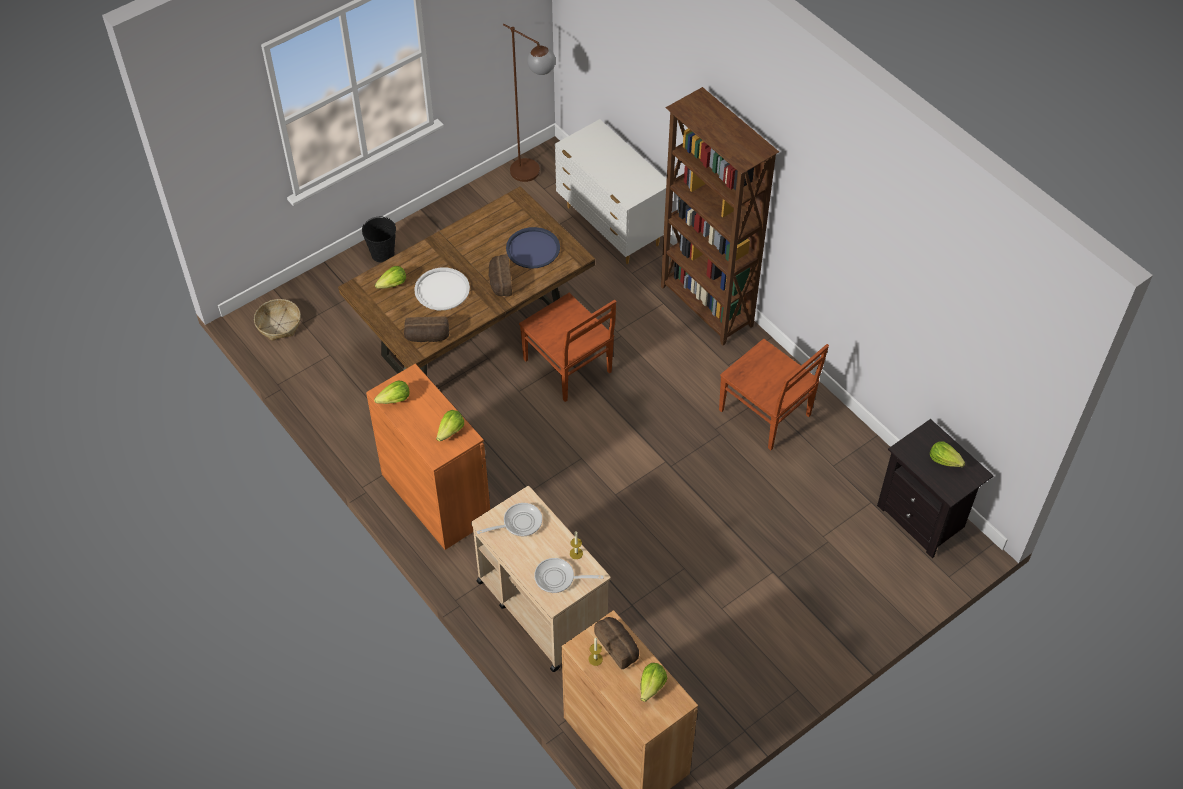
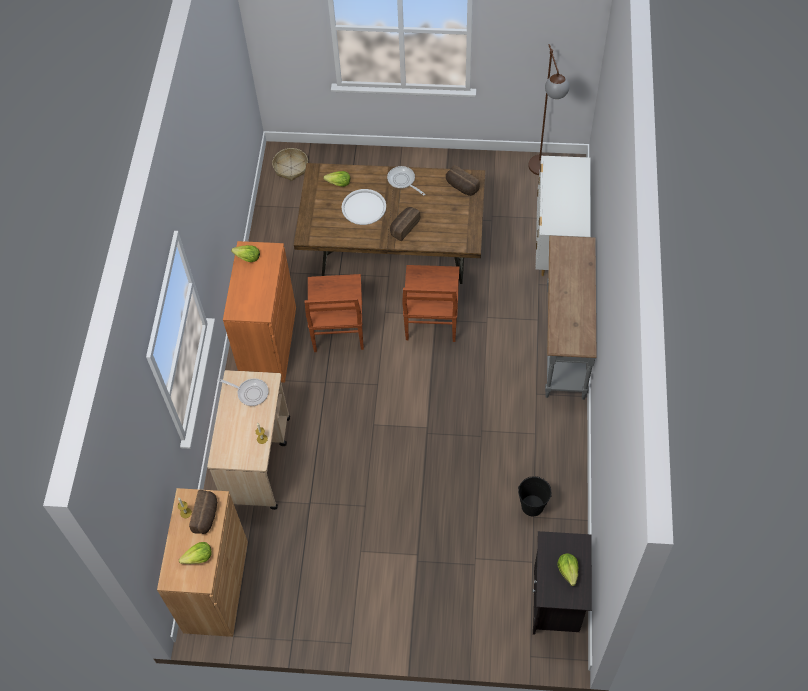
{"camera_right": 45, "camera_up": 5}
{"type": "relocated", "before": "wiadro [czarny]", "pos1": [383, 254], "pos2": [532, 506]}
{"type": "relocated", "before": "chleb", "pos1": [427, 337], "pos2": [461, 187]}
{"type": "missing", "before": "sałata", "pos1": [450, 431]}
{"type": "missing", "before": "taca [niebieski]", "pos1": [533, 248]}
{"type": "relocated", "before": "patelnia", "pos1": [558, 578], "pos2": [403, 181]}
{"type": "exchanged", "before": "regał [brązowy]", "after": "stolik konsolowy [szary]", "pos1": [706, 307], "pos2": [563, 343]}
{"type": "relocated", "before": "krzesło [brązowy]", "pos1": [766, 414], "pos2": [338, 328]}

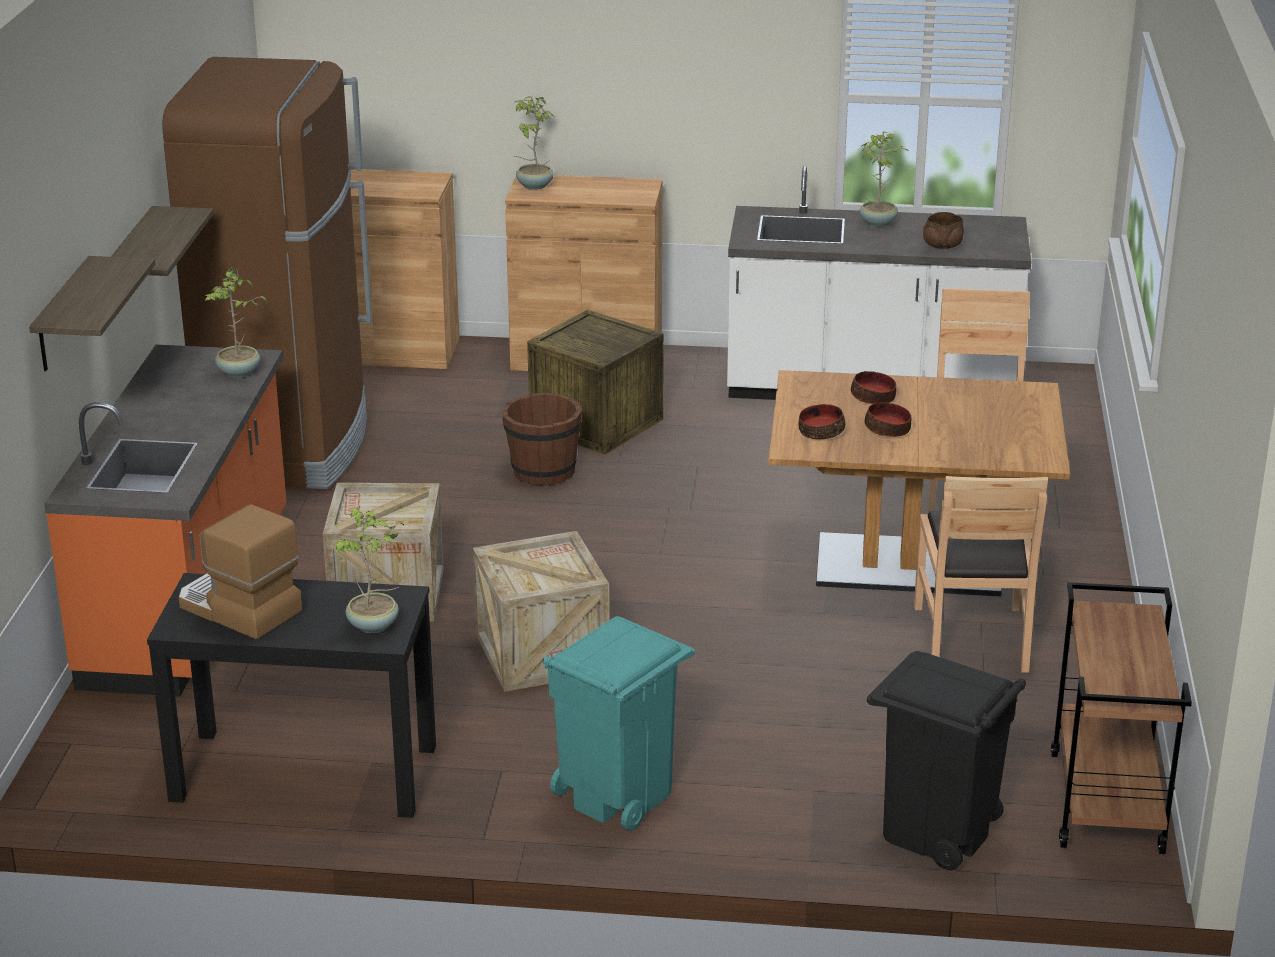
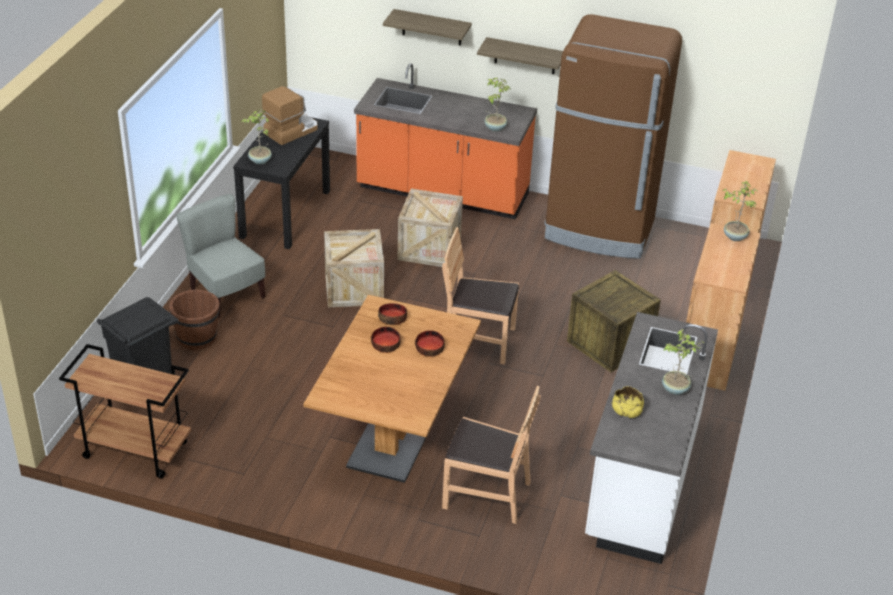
{"camera_right": 100, "camera_up": 10}
{"type": "relocated", "before": "wiadro [brązowy]", "pos1": [543, 472], "pos2": [197, 338]}
{"type": "exchanged", "before": "kosz na śmieci [turkusowy]", "after": "krzesło [szary]", "pos1": [617, 794], "pos2": [226, 294]}
{"type": "relocated", "before": "krzesło [brązowy]", "pos1": [972, 637], "pos2": [478, 340]}
{"type": "colour", "before": "miska [brązowy]", "after": "miska [żółty]", "pos1": [942, 245], "pos2": [627, 411]}

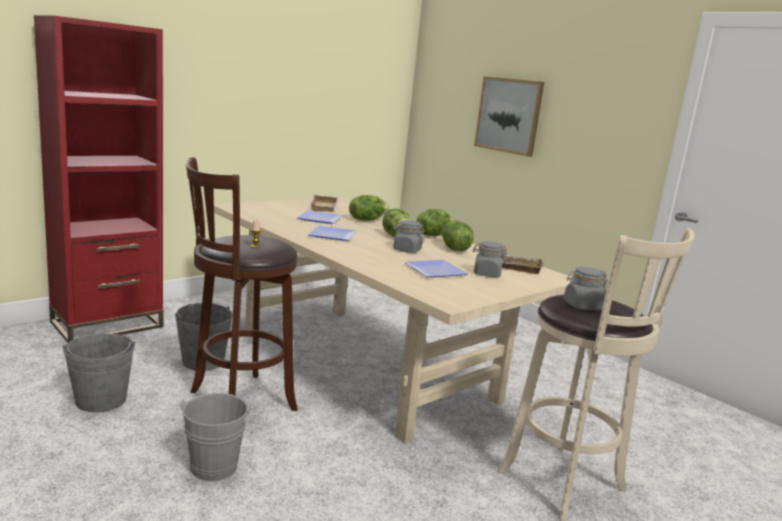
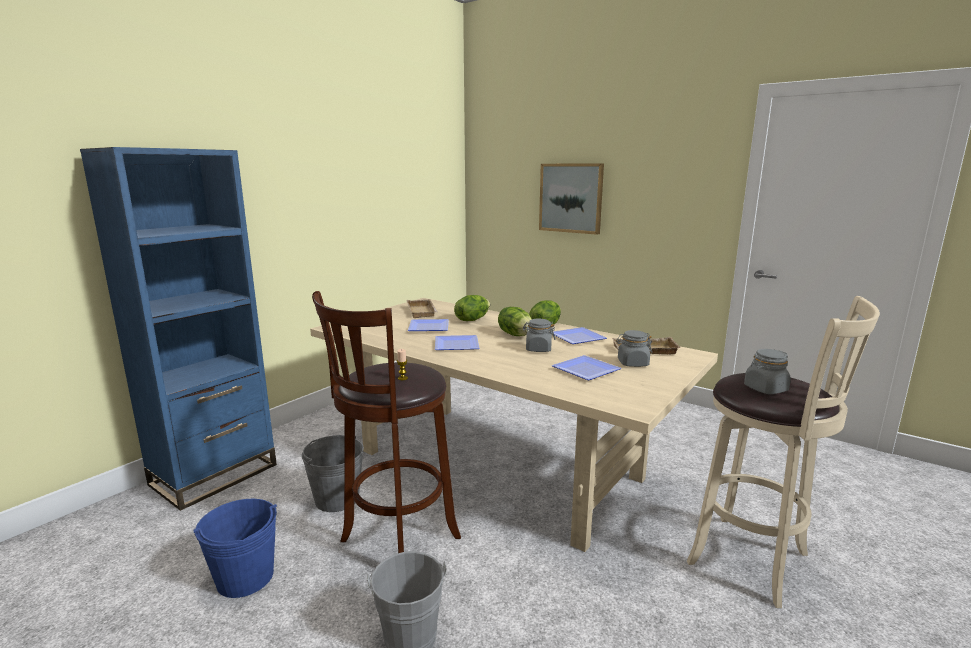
{"camera_right": -10, "camera_up": 0}
{"type": "colour", "before": "regał [czerwony]", "after": "regał [niebieski]", "pos1": [107, 324], "pos2": [214, 475]}
{"type": "colour", "before": "wiadro [szary]", "after": "wiadro [niebieski]", "pos1": [101, 400], "pos2": [245, 577]}
{"type": "exchanged", "before": "sałata", "after": "talerz", "pos1": [454, 248], "pos2": [577, 338]}

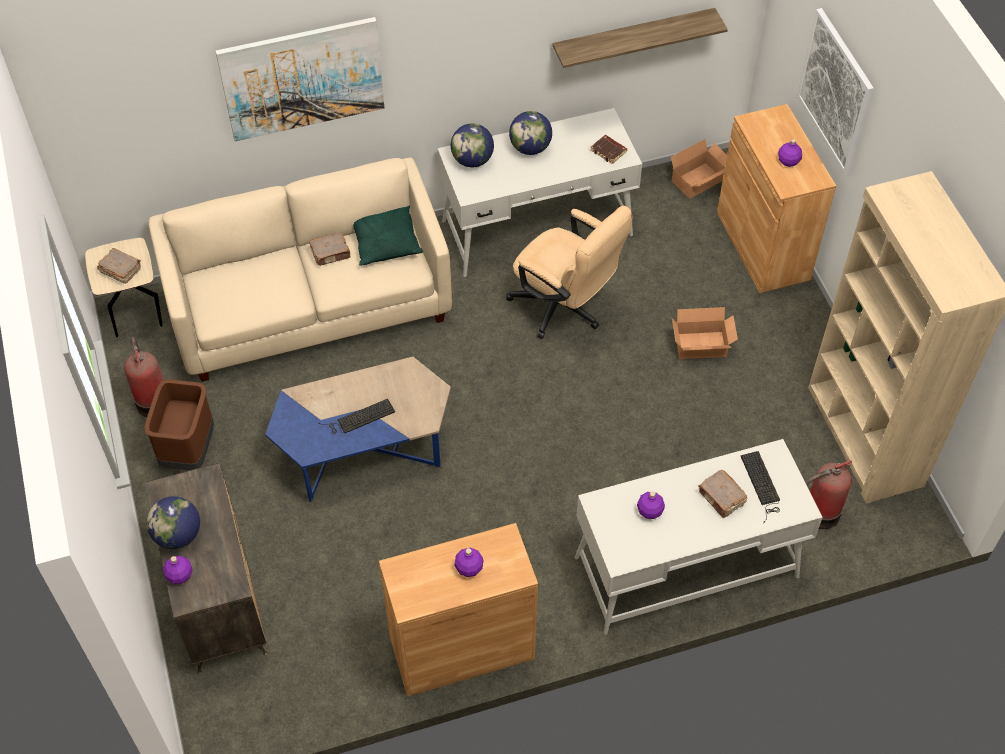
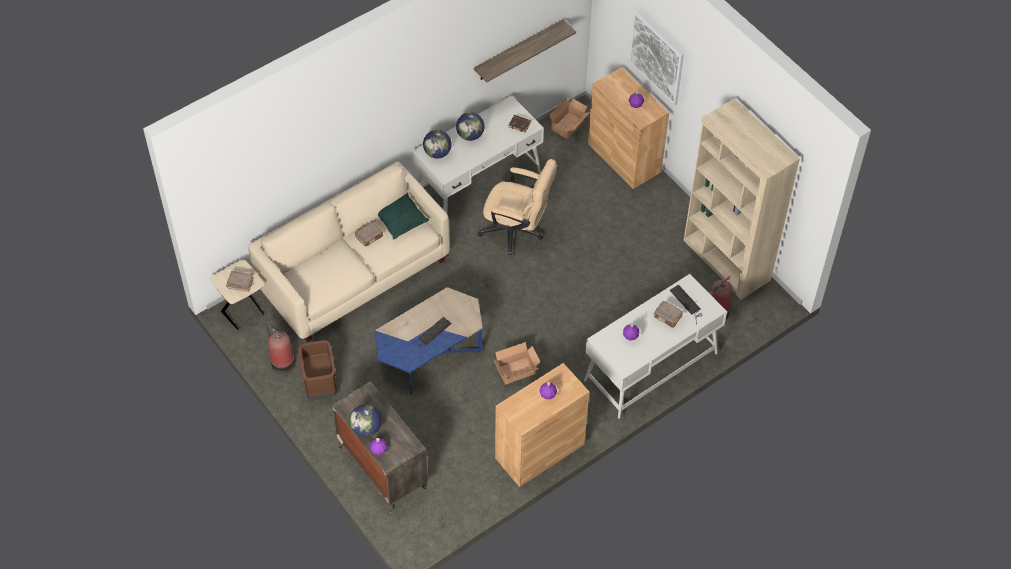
{"camera_right": -20, "camera_up": 0}
{"type": "missing", "before": "obraz", "pos1": [302, 78]}
{"type": "relocated", "before": "karton", "pos1": [702, 347], "pos2": [517, 371]}

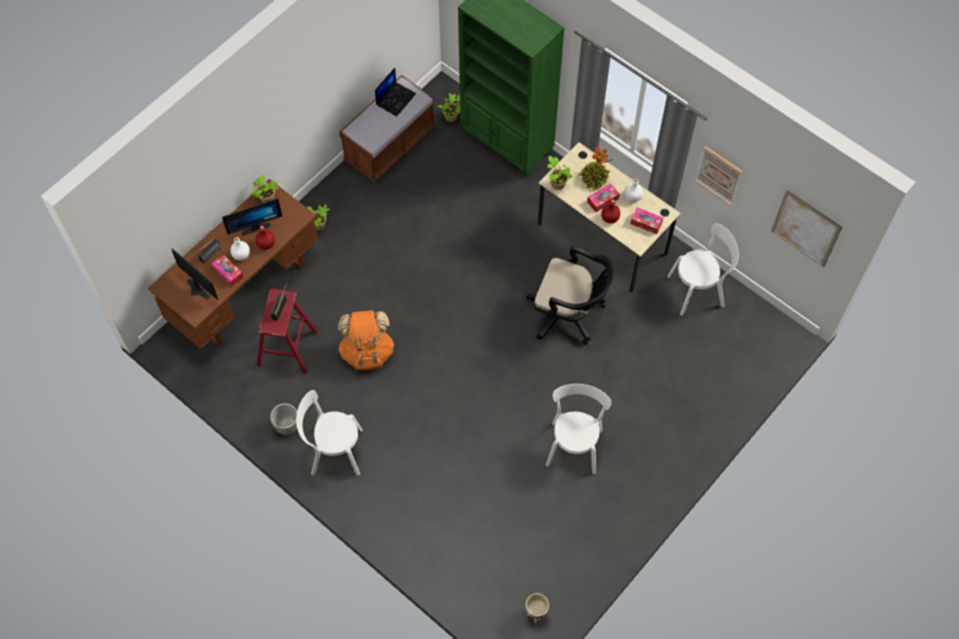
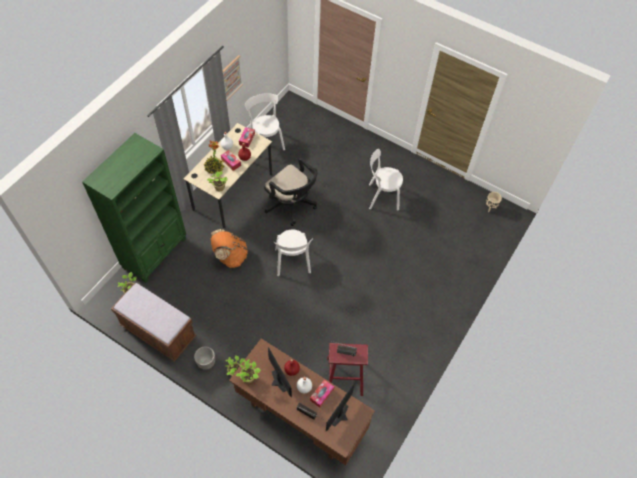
{"camera_right": -100, "camera_up": -5}
{"type": "relocated", "before": "donica", "pos1": [287, 426], "pos2": [206, 363]}
{"type": "relocated", "before": "krzesło [biały]", "pos1": [333, 451], "pos2": [292, 262]}
{"type": "relocated", "before": "plecak [pomarańczowy]", "pos1": [367, 352], "pos2": [230, 256]}
{"type": "missing", "before": "laptop", "pos1": [395, 99]}
{"type": "spun", "before": "krzesło biurowe [czarny]", "pos1": [569, 314], "pos2": [292, 206], "turn": 120}
{"type": "missing", "before": "obraz", "pos1": [805, 228]}

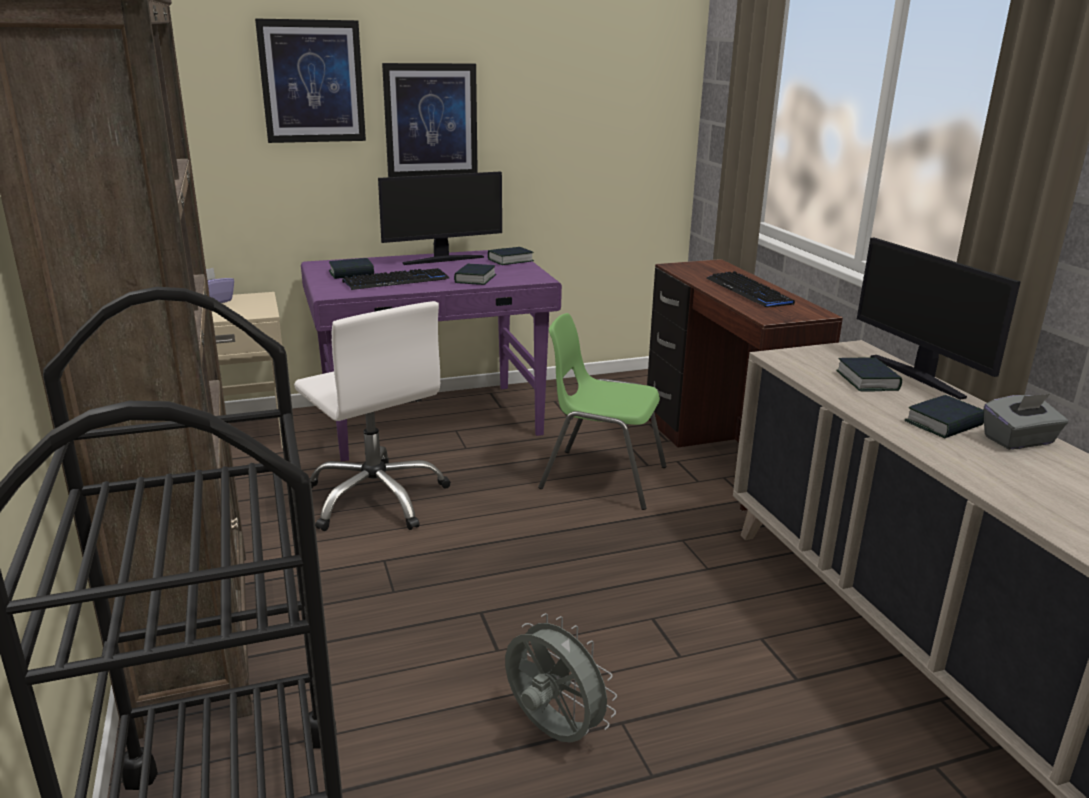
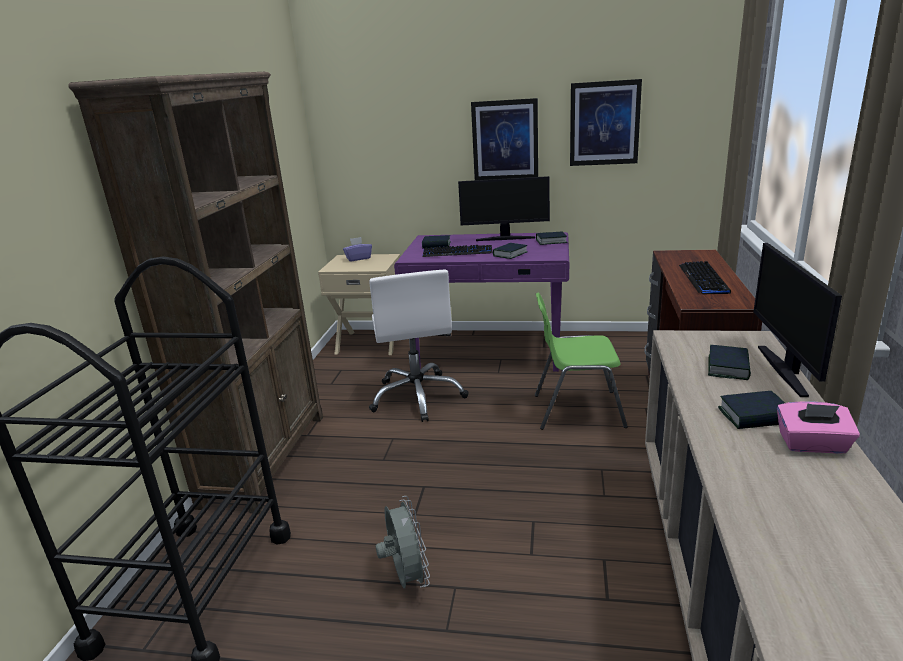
{"camera_right": 30, "camera_up": 0}
{"type": "relocated", "before": "obraz", "pos1": [312, 81], "pos2": [604, 123]}
{"type": "spun", "before": "krzesło [zielony]", "pos1": [601, 477], "pos2": [576, 410], "turn": -45}
{"type": "colour", "before": "pudełko chusteczek [szary]", "after": "pudełko chusteczek [różowy]", "pos1": [1019, 441], "pos2": [812, 445]}

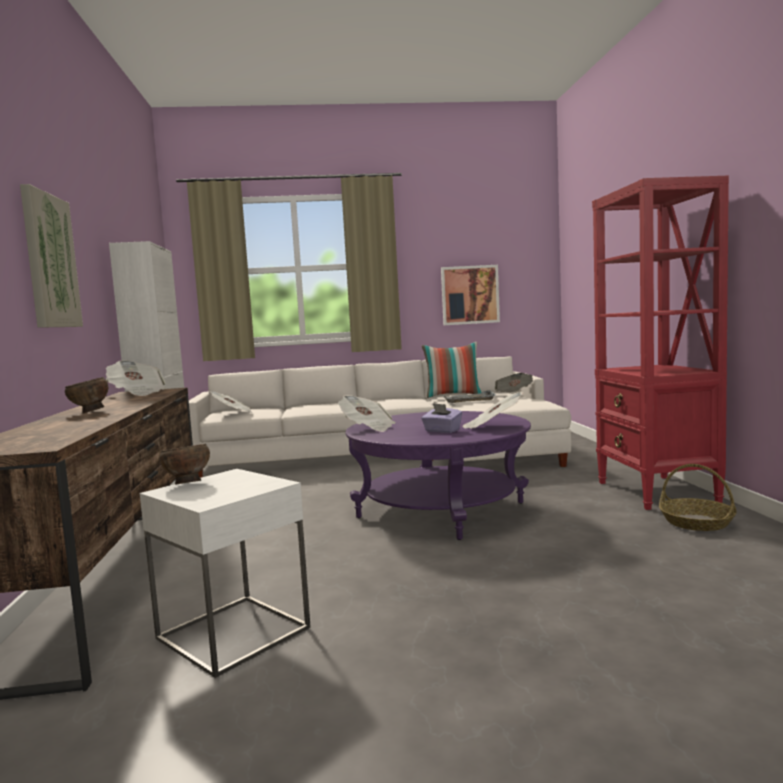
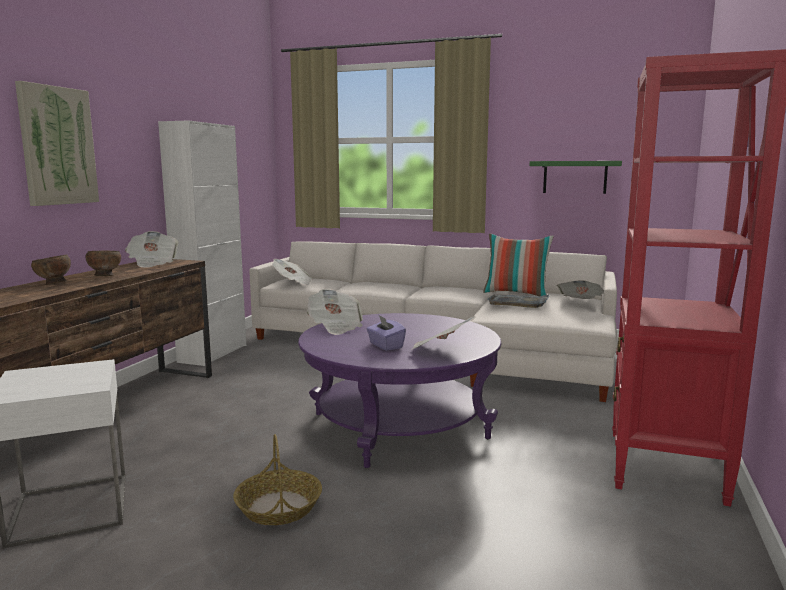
{"camera_right": 25, "camera_up": 5}
{"type": "relocated", "before": "miska [brązowy]", "pos1": [186, 484], "pos2": [104, 277]}
{"type": "exchanged", "before": "obraz", "after": "półka [zielony]", "pos1": [470, 295], "pos2": [575, 177]}
{"type": "relocated", "before": "koszyk", "pos1": [696, 522], "pos2": [278, 507]}

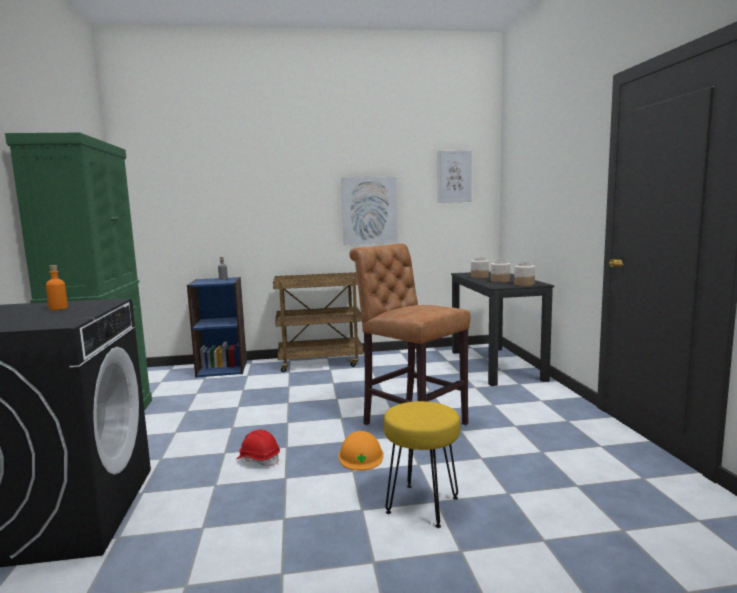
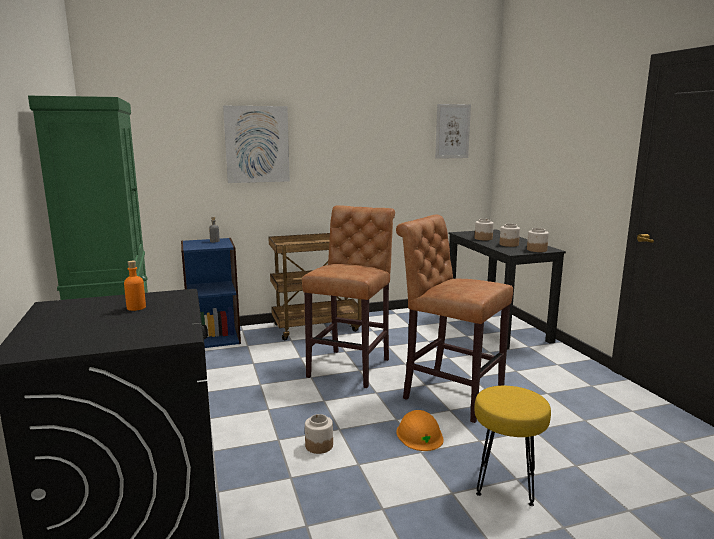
{"camera_right": -10, "camera_up": 5}
{"type": "exchanged", "before": "kask [czerwony]", "after": "słoik", "pos1": [258, 459], "pos2": [319, 445]}
{"type": "relocated", "before": "obraz", "pos1": [369, 210], "pos2": [257, 144]}
{"type": "appeared", "after": "stołek [brązowy]", "pos2": [351, 366]}

